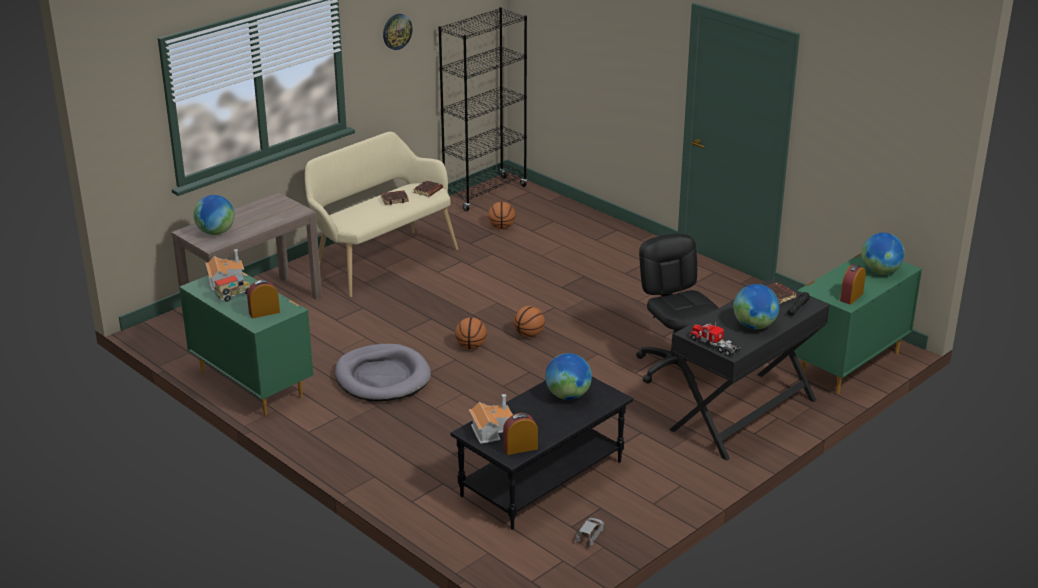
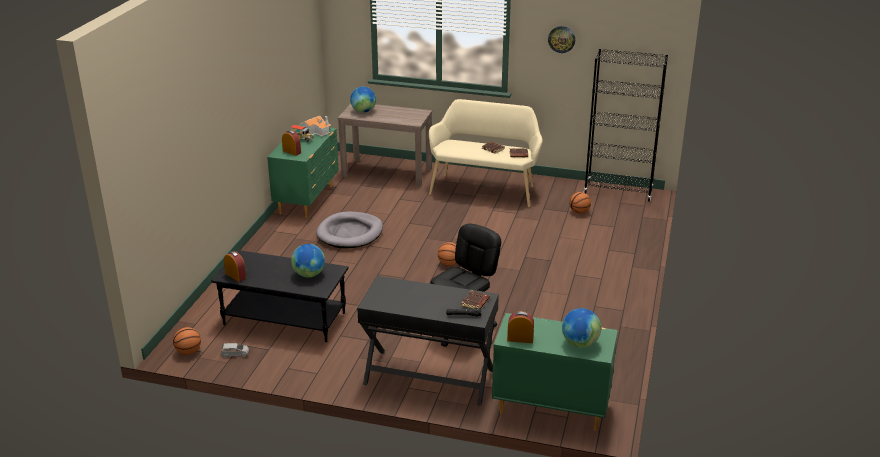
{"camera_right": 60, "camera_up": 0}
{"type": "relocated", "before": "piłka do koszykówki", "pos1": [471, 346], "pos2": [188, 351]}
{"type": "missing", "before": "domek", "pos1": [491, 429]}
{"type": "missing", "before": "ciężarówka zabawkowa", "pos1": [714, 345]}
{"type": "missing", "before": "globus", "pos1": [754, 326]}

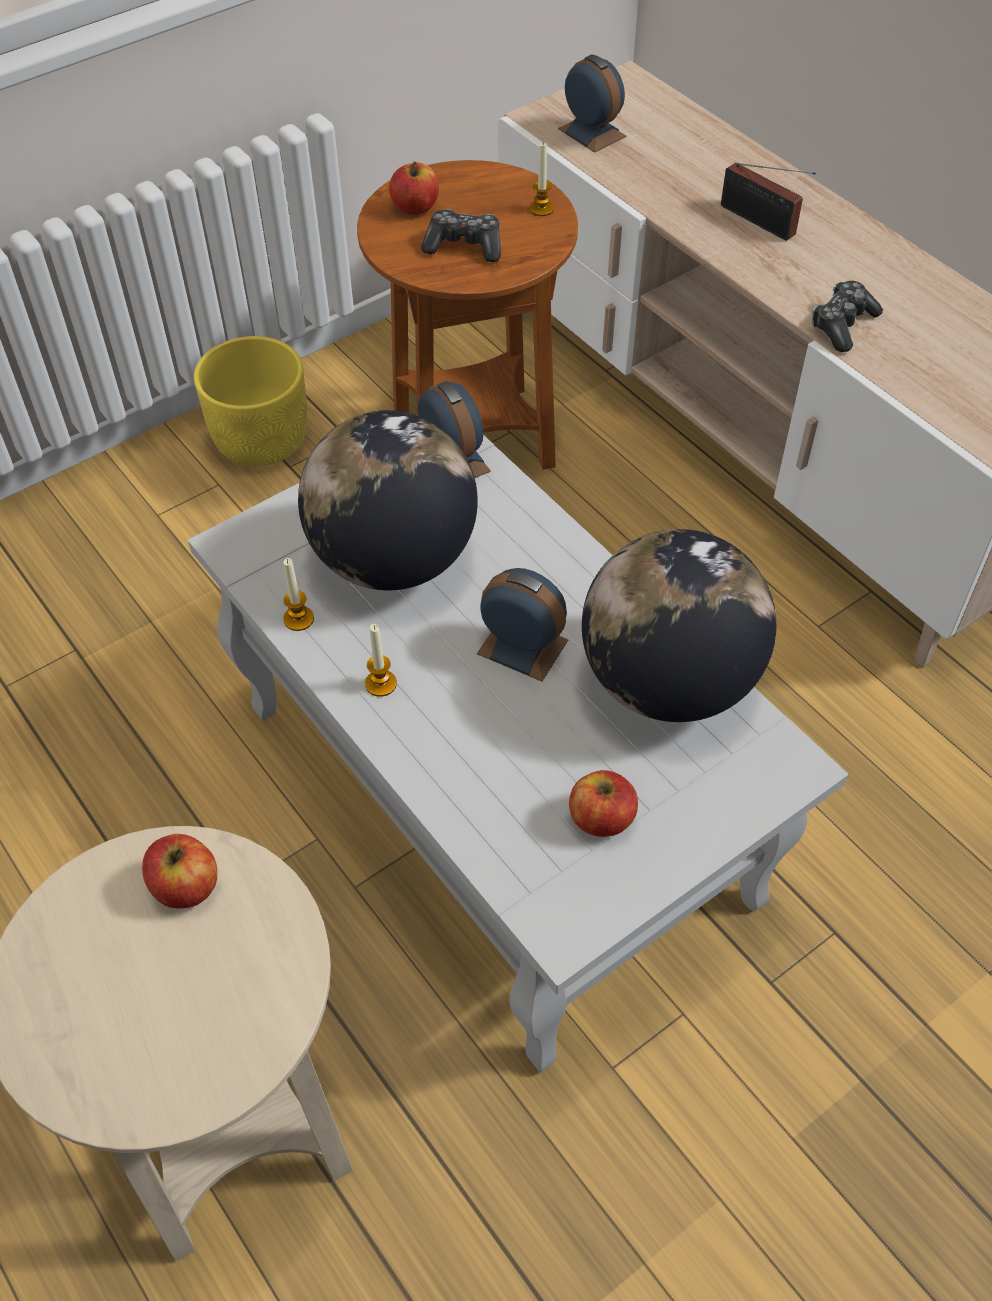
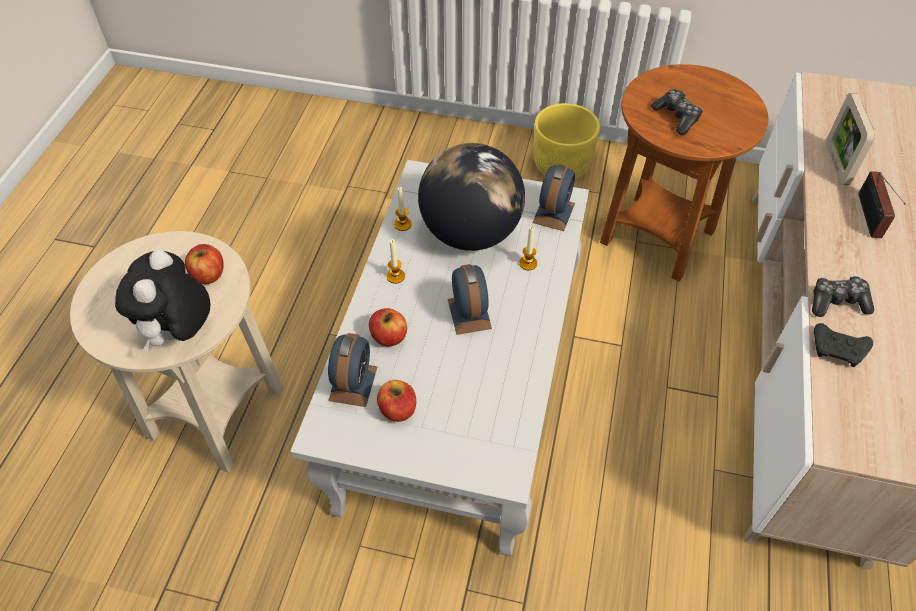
{"camera_right": 50, "camera_up": 0}
{"type": "relocated", "before": "jabłko", "pos1": [415, 207], "pos2": [388, 337]}
{"type": "relocated", "before": "świeca", "pos1": [541, 209], "pos2": [528, 263]}
{"type": "relocated", "before": "budzik", "pos1": [592, 132], "pos2": [353, 383]}
{"type": "missing", "before": "globus", "pos1": [668, 682]}
{"type": "appeared", "after": "pluszak", "pos2": [179, 334]}
{"type": "appeared", "after": "pad do gier [czarny]", "pos2": [838, 350]}
{"type": "appeared", "after": "ramka na zdjęcie", "pos2": [836, 164]}

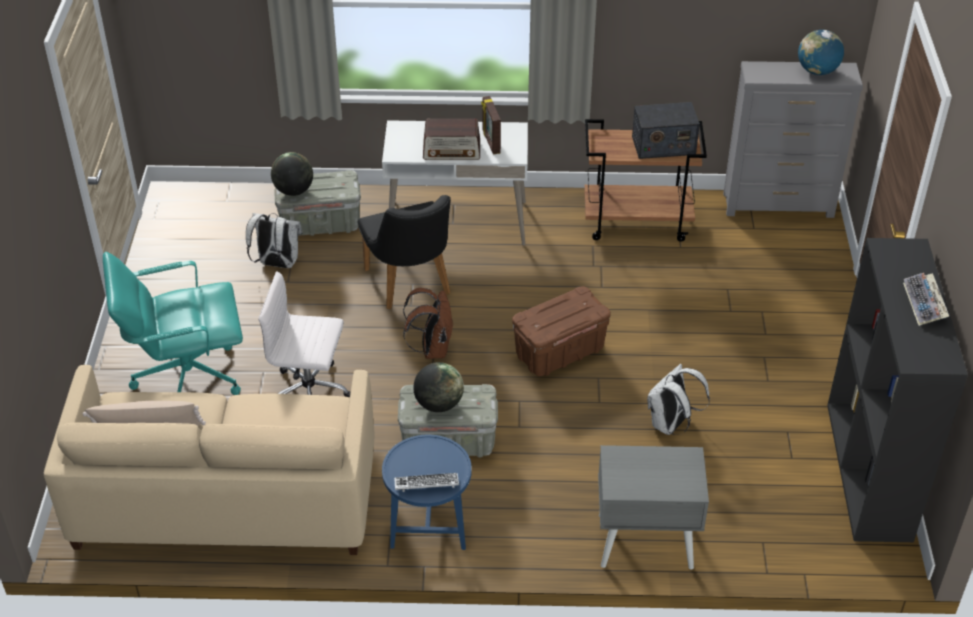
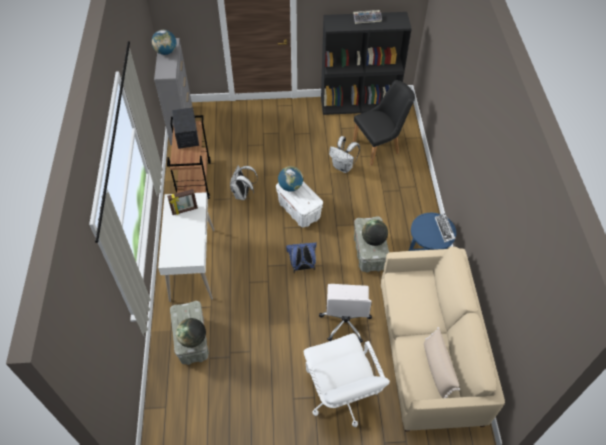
{"camera_right": -95, "camera_up": 10}
{"type": "colour", "before": "krzesło biurowe [turkusowy]", "after": "krzesło biurowe [biały]", "pos1": [186, 377], "pos2": [341, 394]}
{"type": "relocated", "before": "plecak [biały]", "pos1": [277, 264], "pos2": [243, 194]}
{"type": "relocated", "before": "krzesło [czarny]", "pos1": [411, 286], "pos2": [380, 146]}
{"type": "colour", "before": "plecak [brązowy]", "after": "plecak [niebieski]", "pos1": [432, 348], "pos2": [302, 267]}
{"type": "missing", "before": "radio", "pos1": [452, 151]}
{"type": "colour", "before": "pojemnik do przechowywania [brązowy]", "after": "pojemnik do przechowywania [biały]", "pos1": [560, 351], "pos2": [298, 210]}
{"type": "missing", "before": "szafka nocna [szary]", "pos1": [644, 541]}
{"type": "appeared", "after": "globus", "pos2": [290, 187]}

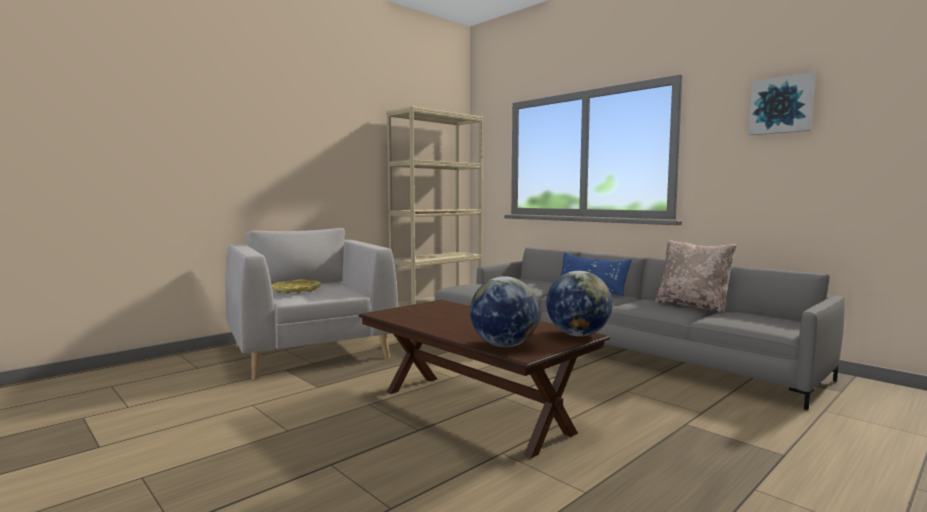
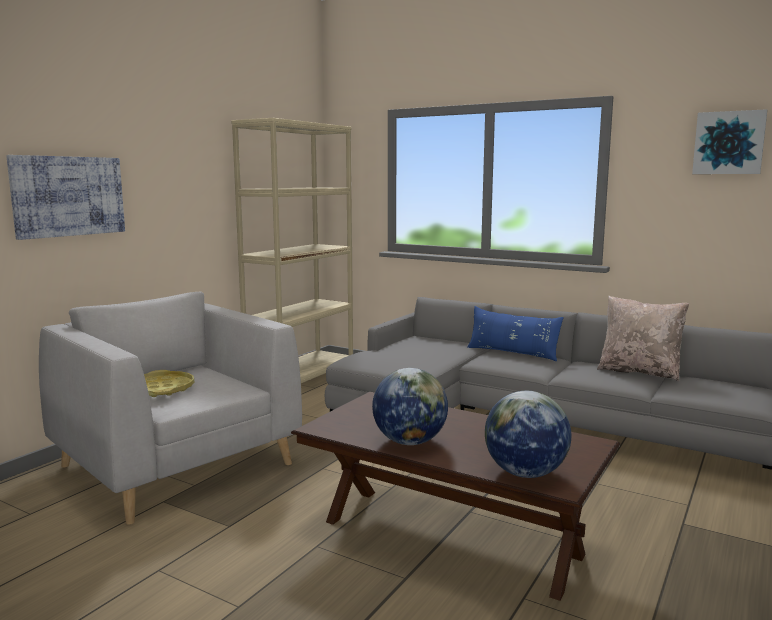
{"camera_right": -15, "camera_up": 5}
{"type": "relocated", "before": "globus", "pos1": [578, 335], "pos2": [409, 442]}
{"type": "appeared", "after": "obraz", "pos2": [68, 196]}

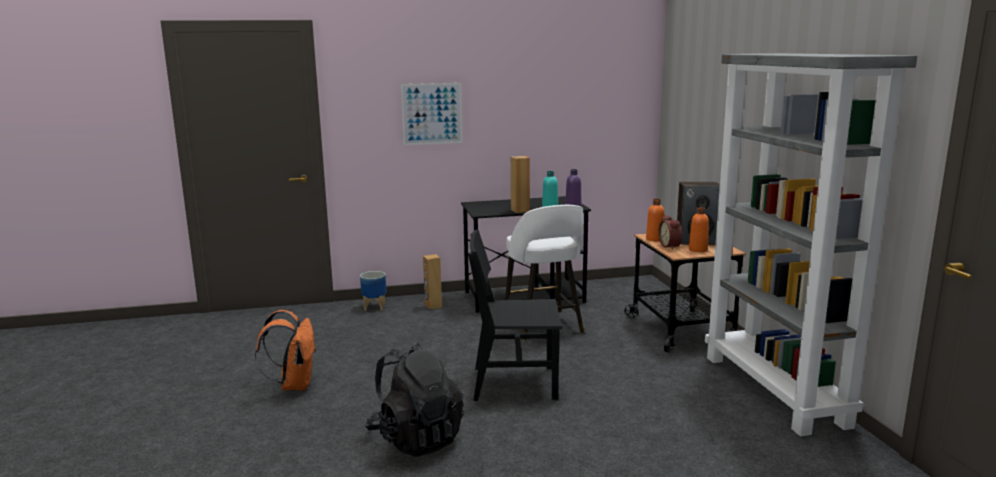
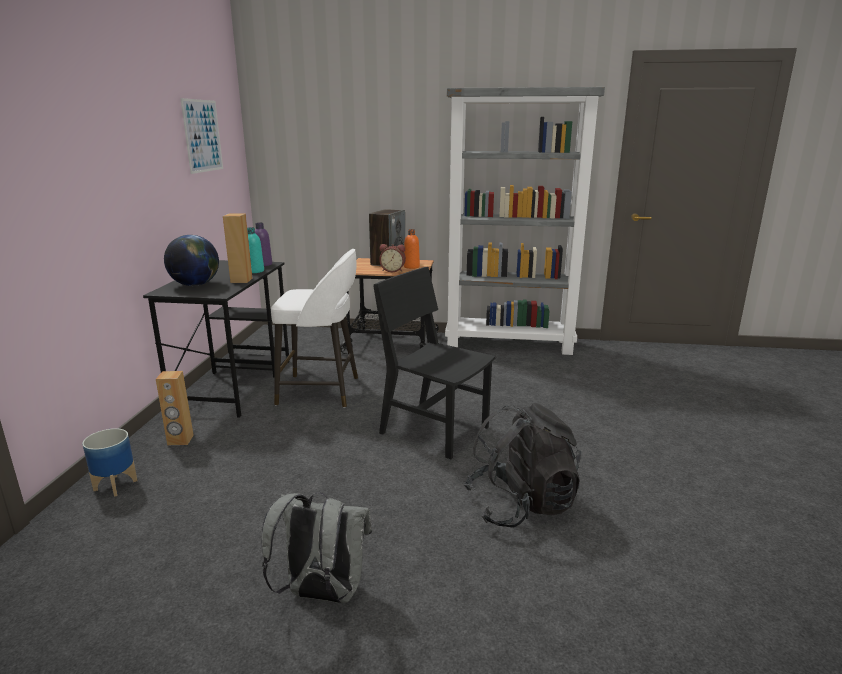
{"camera_right": -70, "camera_up": 5}
{"type": "colour", "before": "plecak [pomarańczowy]", "after": "plecak [szary]", "pos1": [294, 385], "pos2": [321, 593]}
{"type": "relocated", "before": "obraz", "pos1": [432, 114], "pos2": [202, 136]}
{"type": "spun", "before": "krzesło [czarny]", "pos1": [514, 383], "pos2": [434, 430], "turn": 105}
{"type": "missing", "before": "butelka [pomarańczowy]", "pos1": [654, 239]}
{"type": "appeared", "after": "globus", "pos2": [195, 285]}

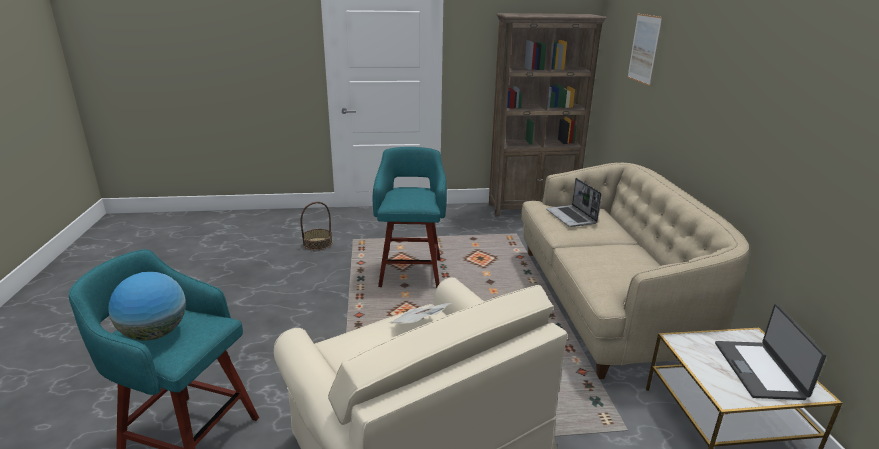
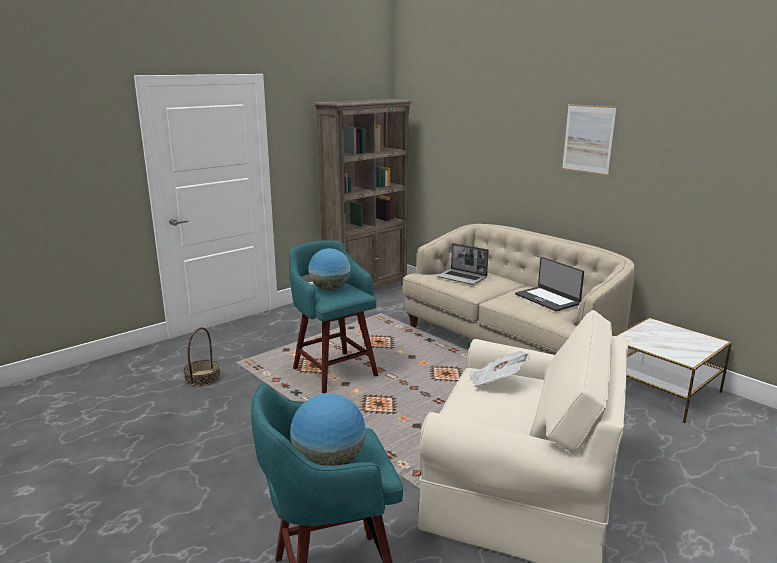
{"camera_right": -35, "camera_up": -5}
{"type": "relocated", "before": "obraz", "pos1": [644, 49], "pos2": [588, 139]}
{"type": "relocated", "before": "laptop", "pos1": [760, 370], "pos2": [547, 299]}
{"type": "appeared", "after": "globus", "pos2": [330, 289]}

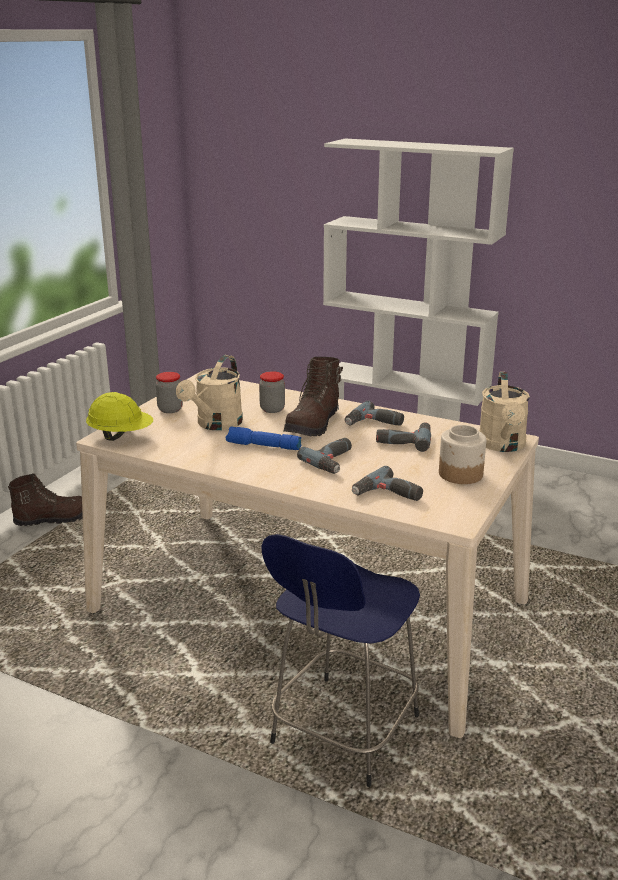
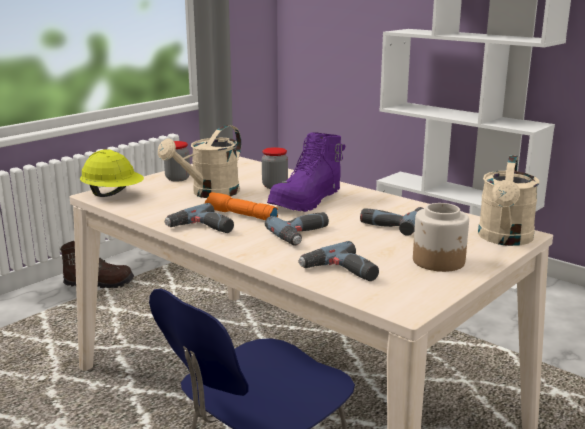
{"camera_right": 15, "camera_up": -5}
{"type": "colour", "before": "latarka [niebieski]", "after": "latarka [pomarańczowy]", "pos1": [263, 446], "pos2": [240, 215]}
{"type": "colour", "before": "but z cholewką [brązowy]", "after": "but z cholewką [fioletowy]", "pos1": [314, 424], "pos2": [307, 202]}
{"type": "relocated", "before": "wiertarka", "pos1": [374, 423], "pos2": [201, 228]}

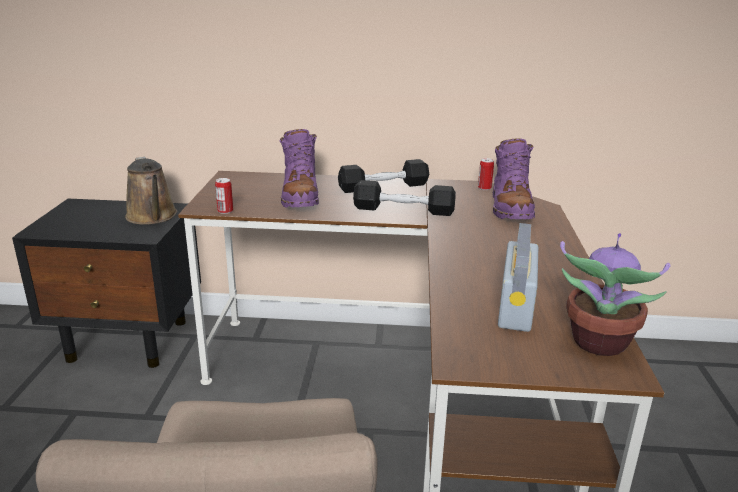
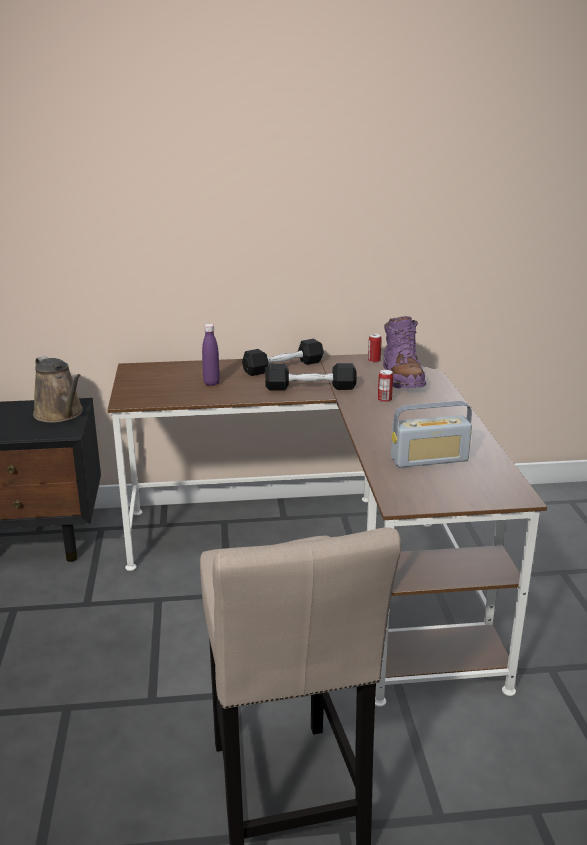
{"camera_right": -10, "camera_up": 0}
{"type": "relocated", "before": "puszka", "pos1": [225, 211], "pos2": [384, 400]}
{"type": "exchanged", "before": "but z cholewką [fioletowy]", "after": "butelka [fioletowy]", "pos1": [300, 197], "pos2": [211, 383]}
{"type": "spun", "before": "radio", "pos1": [515, 307], "pos2": [429, 459], "turn": -105}
{"type": "missing", "before": "roślina doniczkowa", "pos1": [598, 344]}

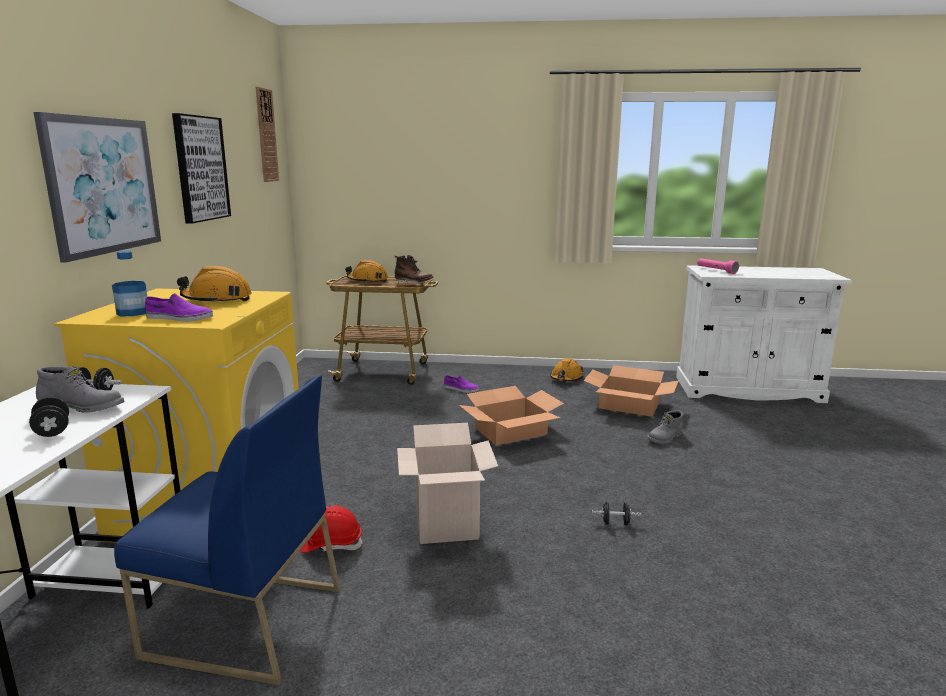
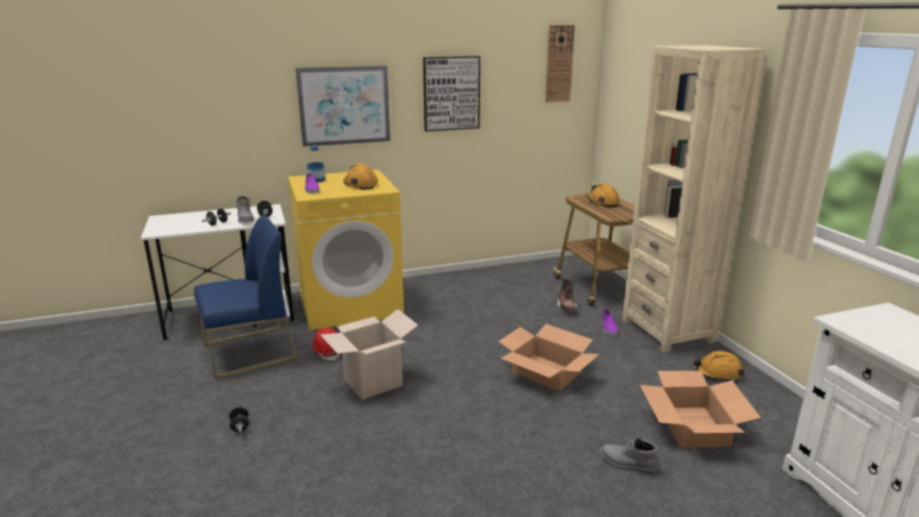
{"camera_right": 65, "camera_up": 5}
{"type": "spun", "before": "krzesło [niebieski]", "pos1": [243, 622], "pos2": [249, 352], "turn": -105}
{"type": "relocated", "before": "but z cholewką [brązowy]", "pos1": [413, 284], "pos2": [566, 308]}
{"type": "relocated", "before": "hantel [czarny]", "pos1": [615, 523], "pos2": [240, 427]}
{"type": "missing", "before": "latarka [różowy]", "pos1": [716, 271]}
{"type": "appeared", "after": "regał [beżowy]", "pos2": [667, 330]}

